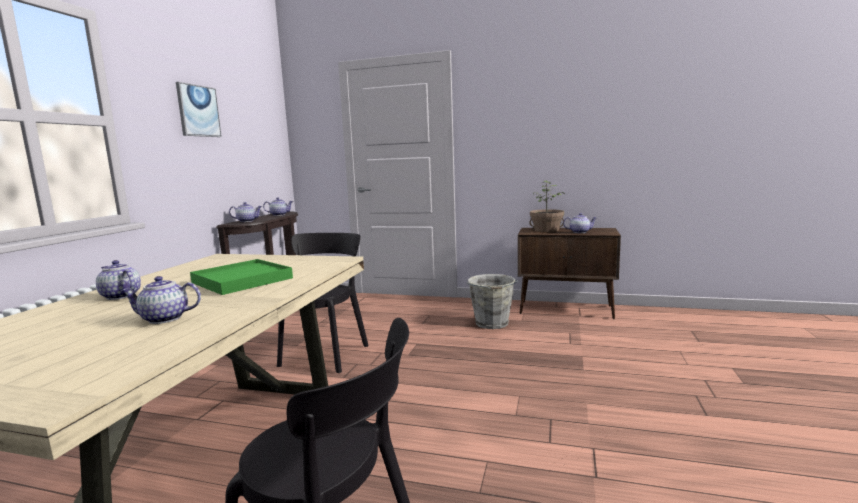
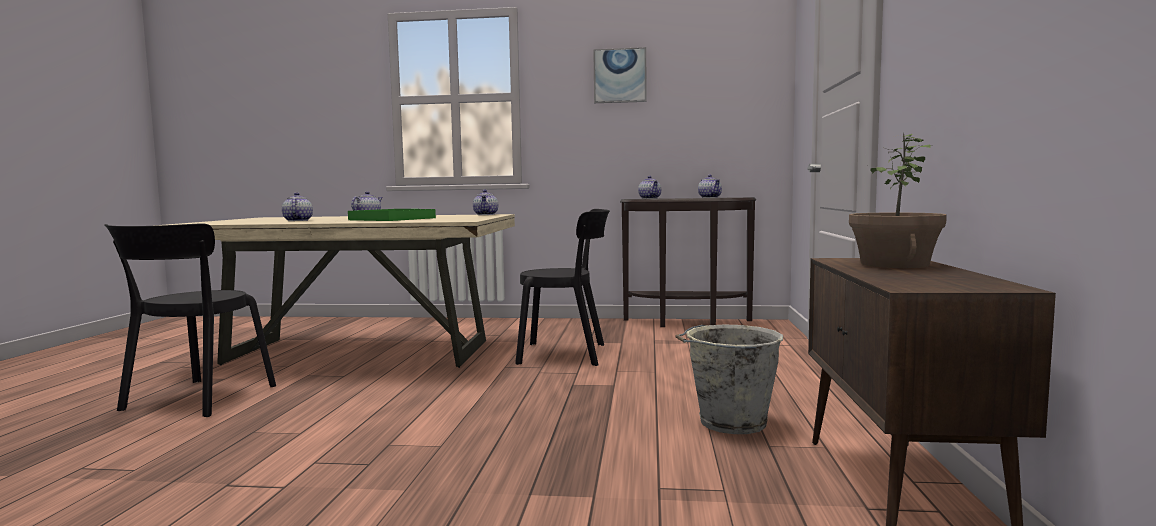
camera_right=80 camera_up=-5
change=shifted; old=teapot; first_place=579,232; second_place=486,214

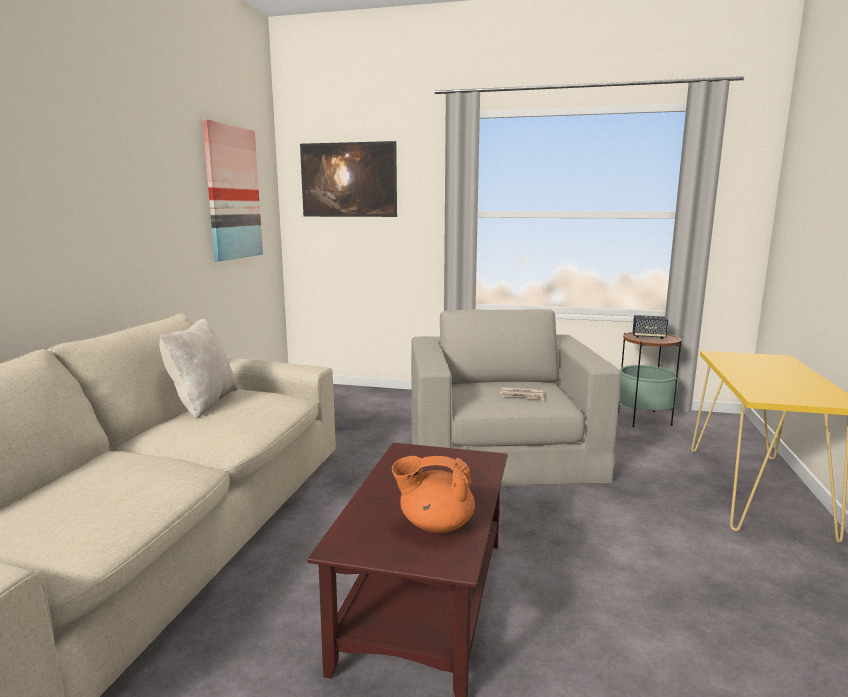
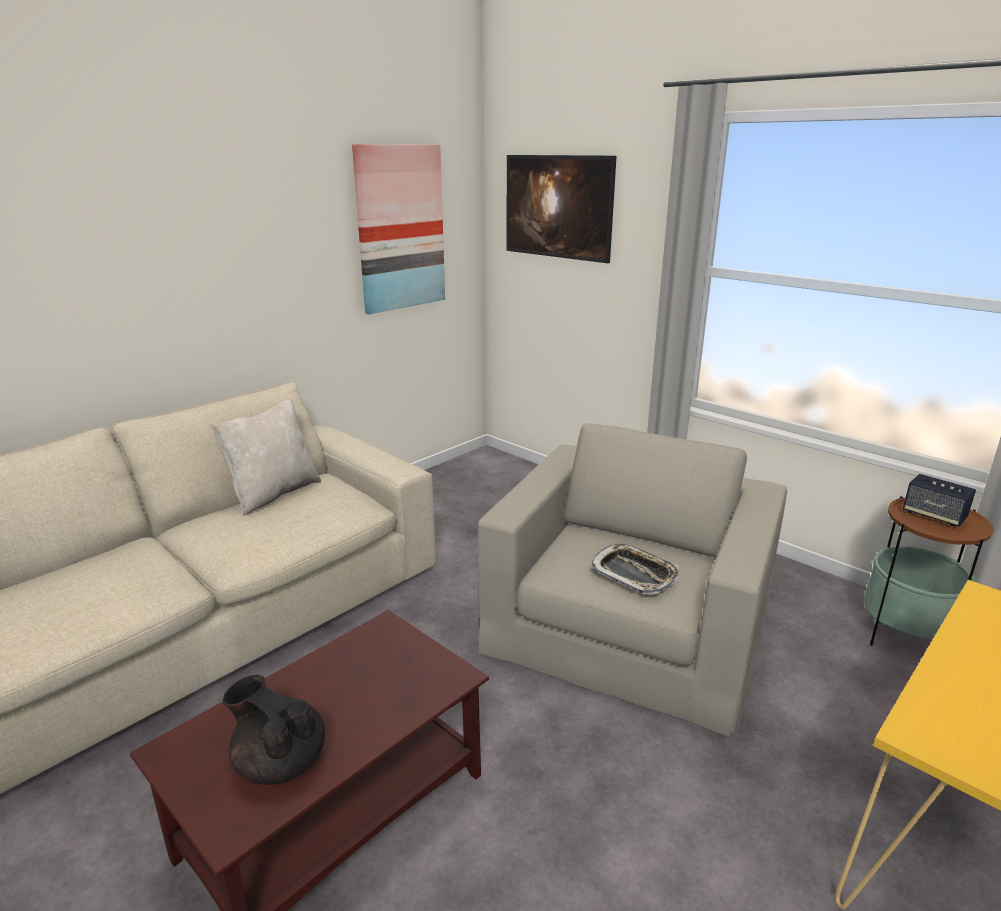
camera_right=30 camera_up=10
change=swapped; old=daily paper; new=tray; first_place=522,395; second_place=634,574
change=repainted; old=teapot (orange); new=teapot (blackish); first_place=435,525; second_place=280,762

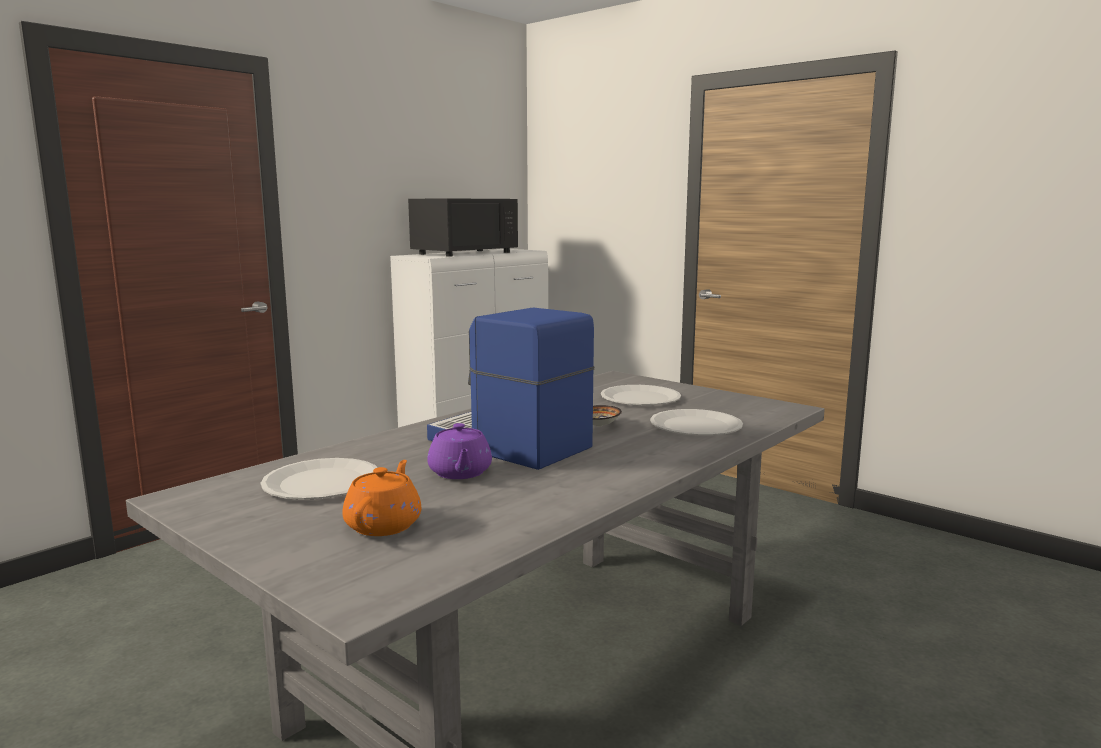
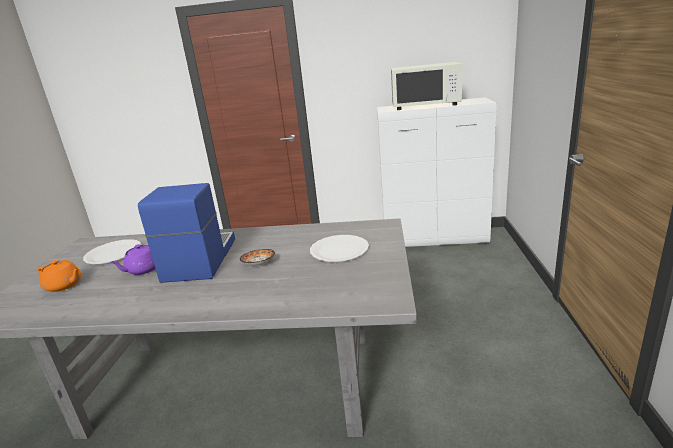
camera_right=55 camera_up=10
change=repainted; old=microwave oven (blackish); new=microwave oven (white-coloured); first_place=465,253; second_place=425,105
change=gone; old=flat dish (white-coloured); first_place=695,426
change=rotated; old=teapot (orange); first_place=384,524; second_place=64,285; degrees=45

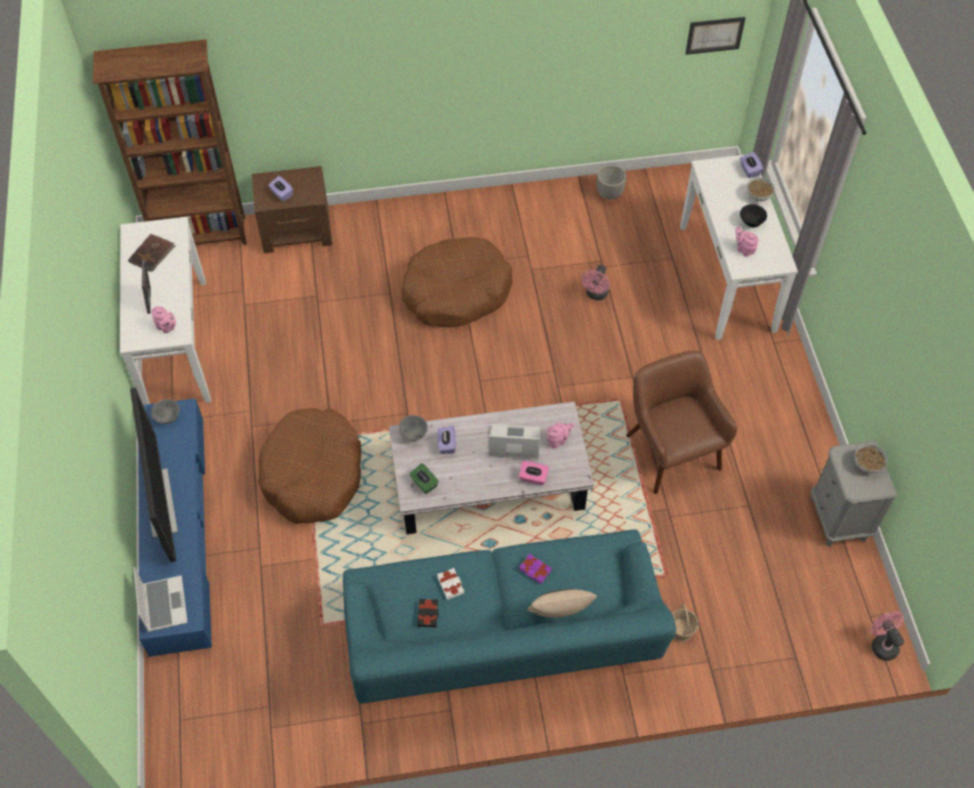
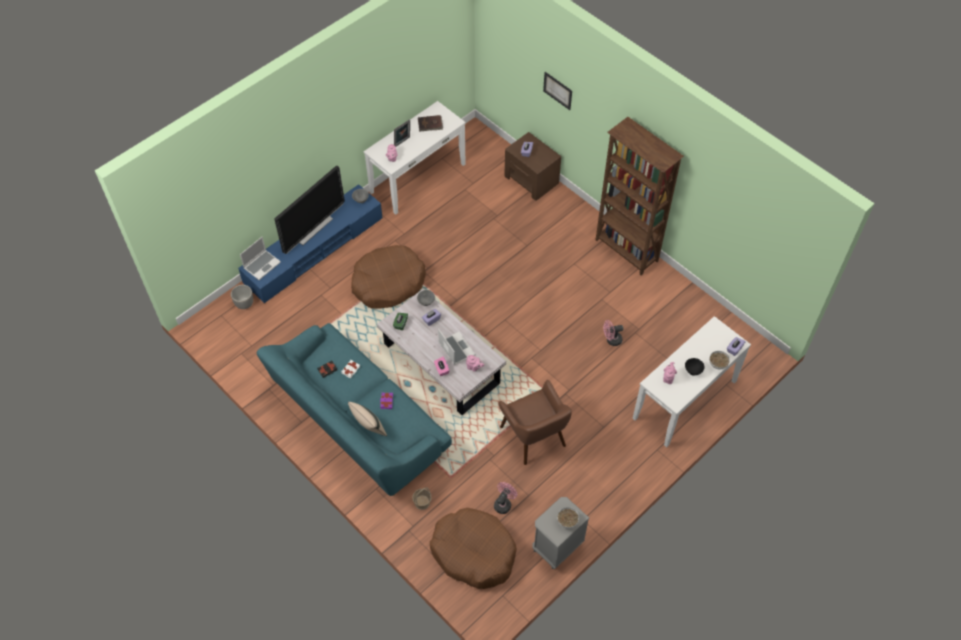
camera_right=55 camera_up=0
change=shifted; old=wall picture; first_place=714,35; second_place=558,90
change=shifted; old=shelving unit (brownish); first_place=201,236; second_place=626,251
change=shifted; old=plant pot; first_place=609,194; second_place=244,304
change=shifted; old=dog cushion (brownish); first_place=456,292; second_place=473,552
change=rotated; old=armchair (brownish); first_place=671,451; second_place=534,437; degrees=120
change=shifted; old=electric fan (pink-coloured); first_place=882,644; second_place=504,503

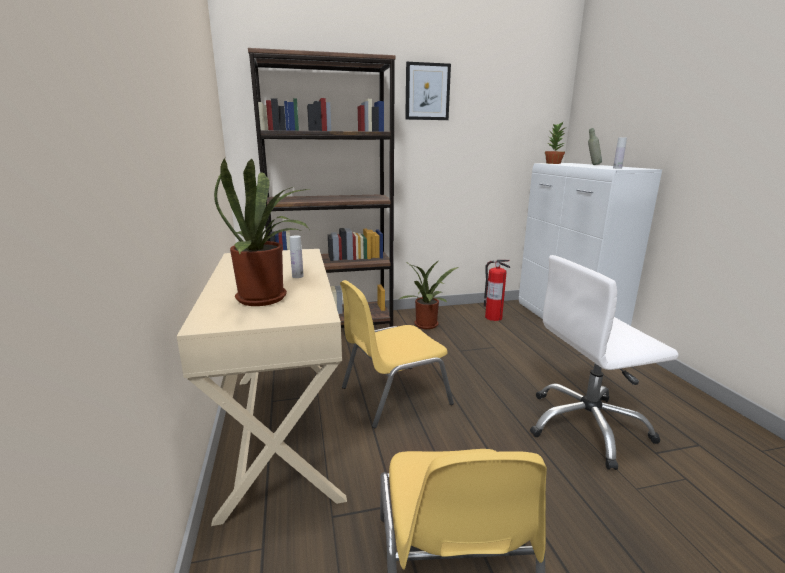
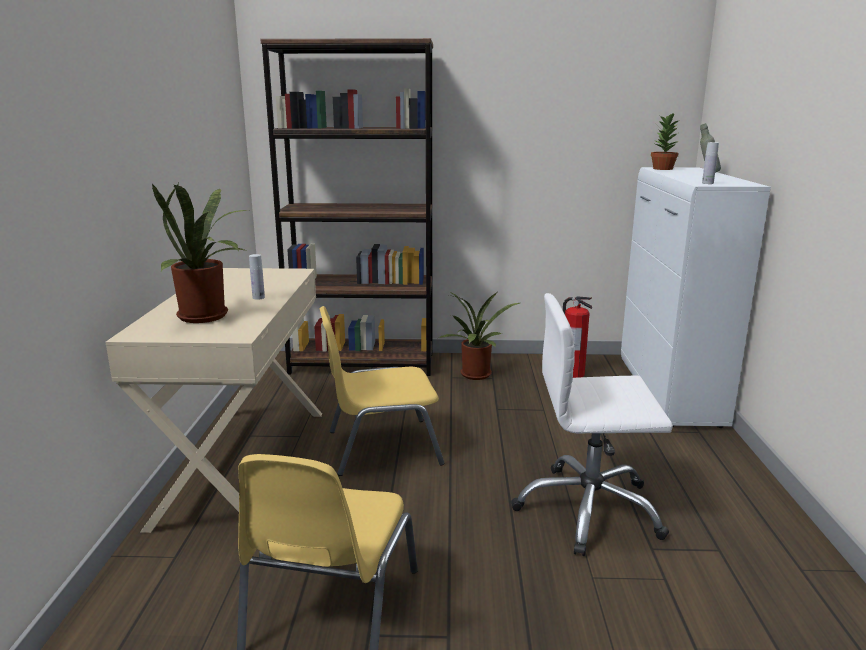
camera_right=15 camera_up=0
change=gone; old=wall picture; first_place=427,92

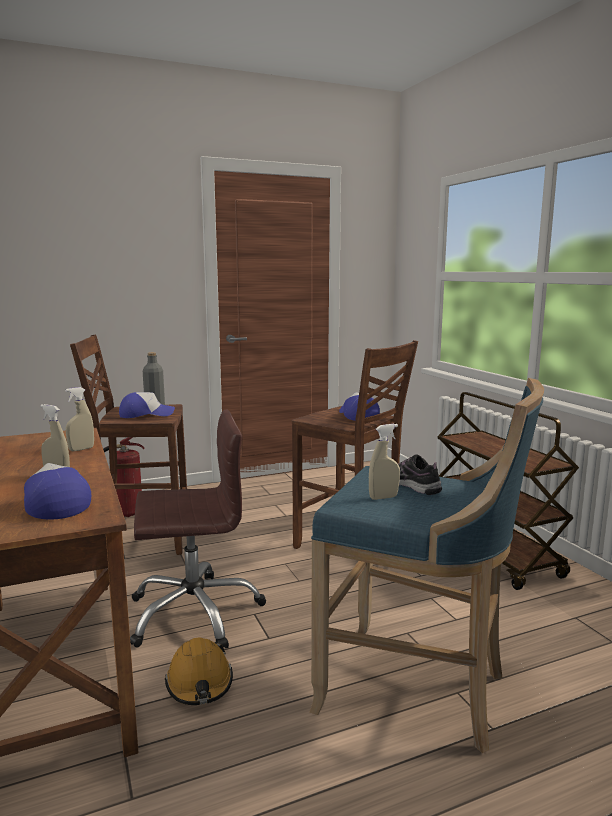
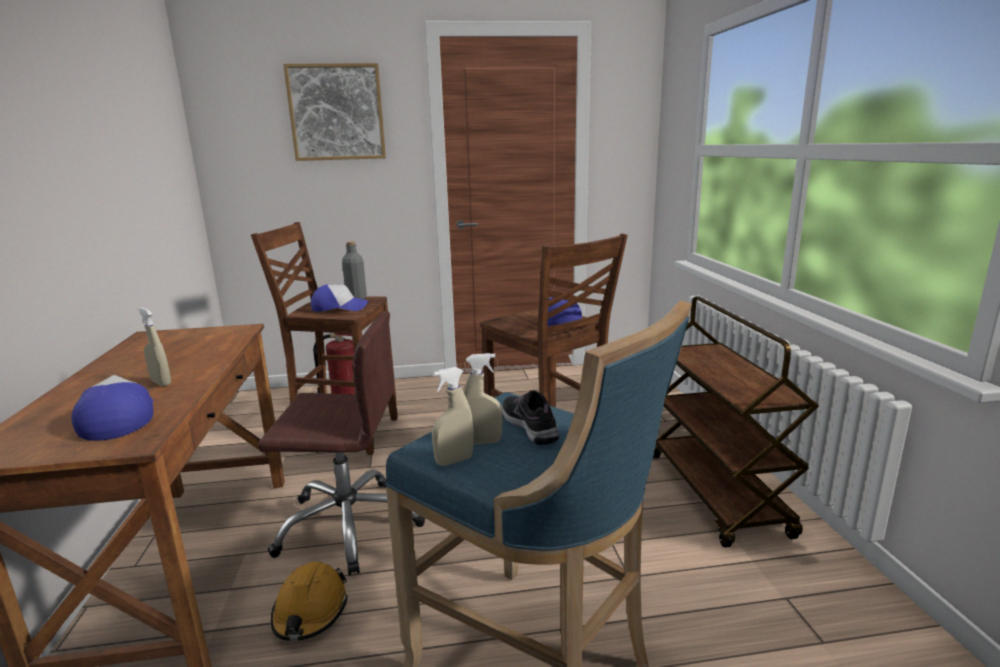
camera_right=15 camera_up=5
change=shifted; old=hand sprayer (beige-coloured); first_place=81,449; second_place=454,461
change=new; new=wall picture; second_place=336,113

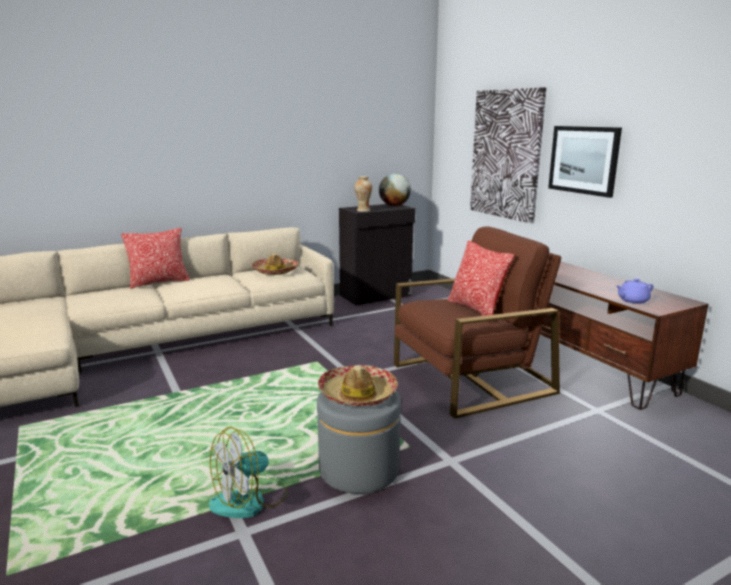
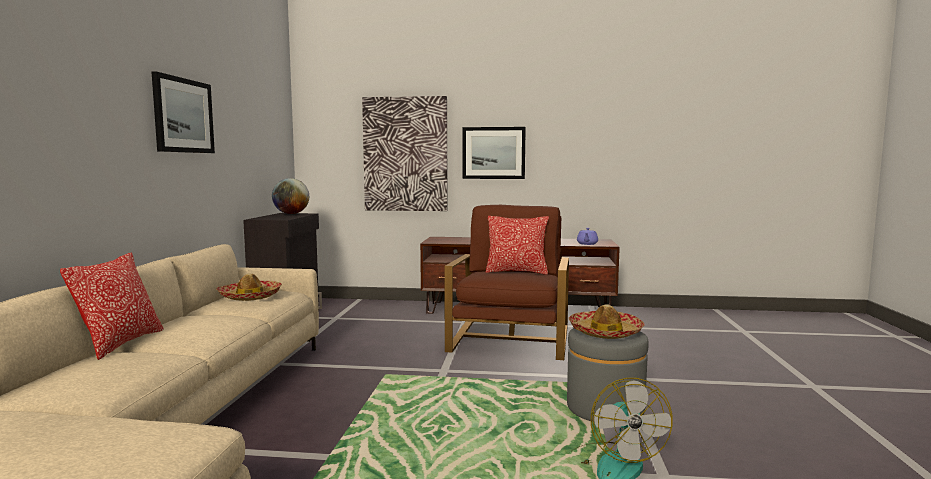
camera_right=-55 camera_up=-10
change=gone; old=vase; first_place=363,210
change=new; new=wall picture; second_place=183,115

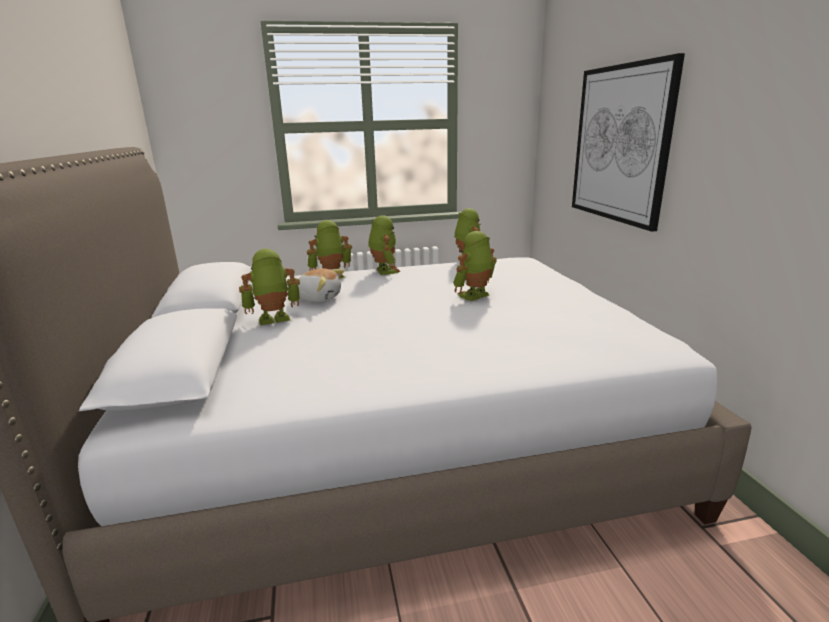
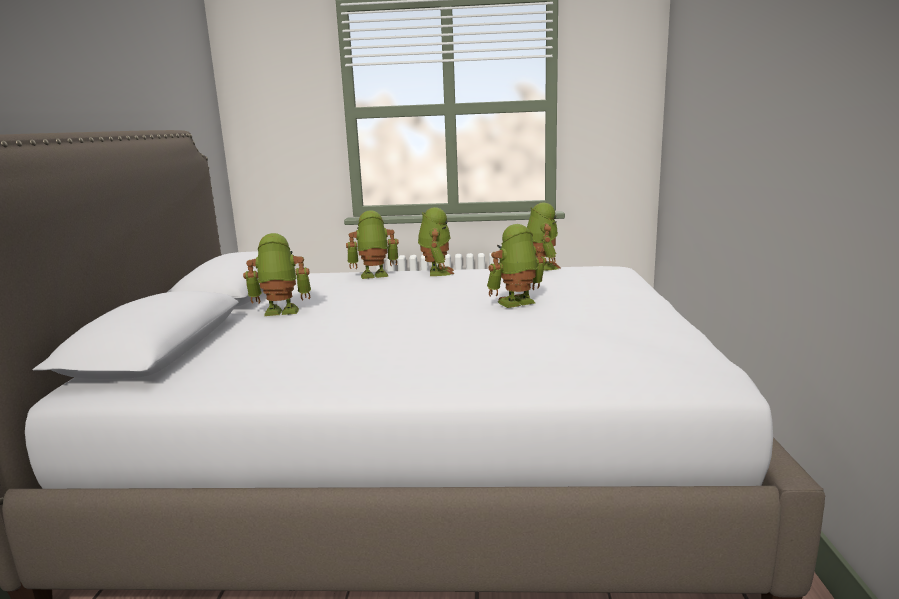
camera_right=15 camera_up=-5
change=gone; old=wall picture; first_place=620,144
change=gone; old=soft toy; first_place=318,298

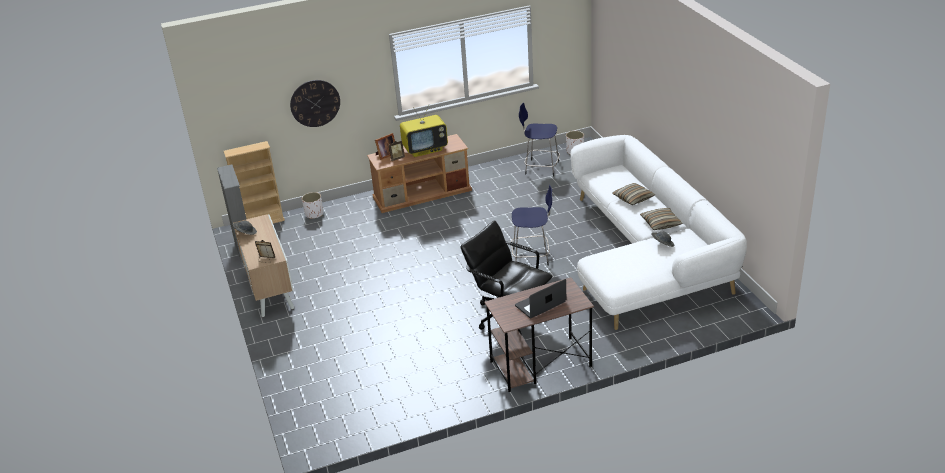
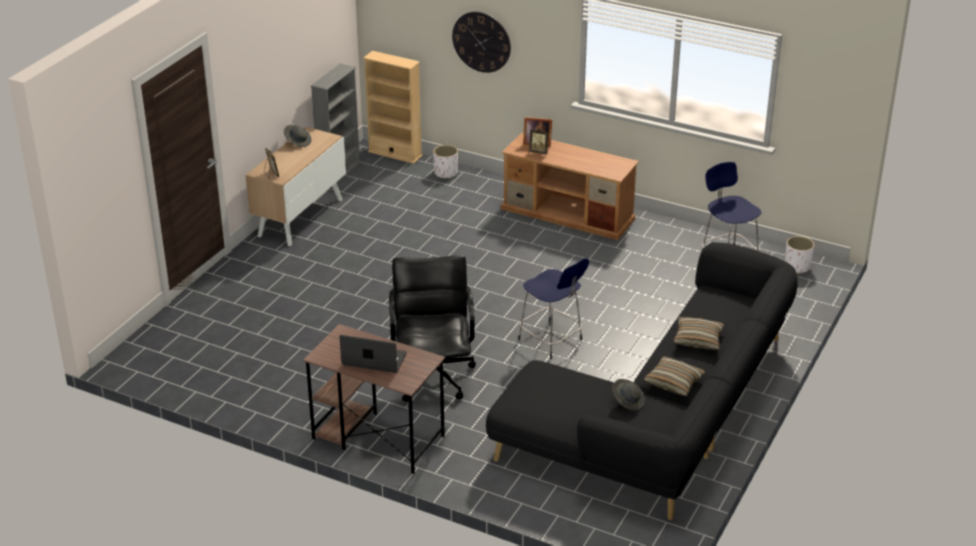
camera_right=45 camera_up=0
change=gone; old=TV; first_place=425,149
change=repainted; old=settee (white-coloured); new=settee (blackish); first_place=647,254; second_place=662,418

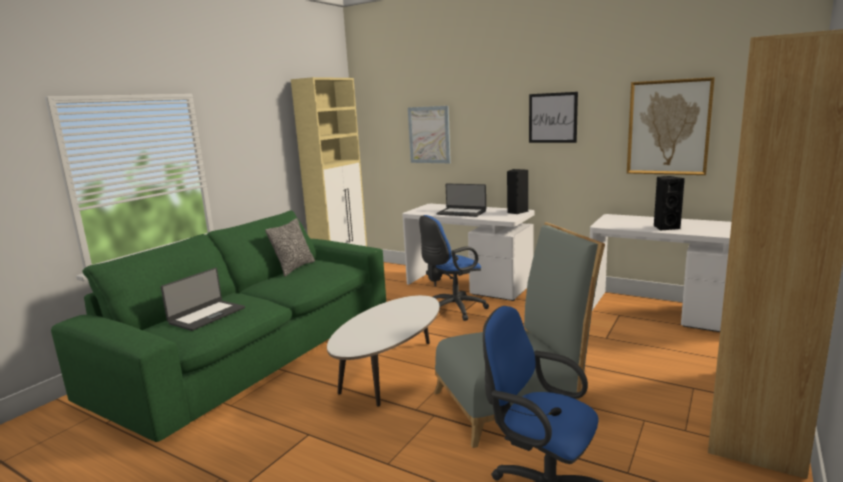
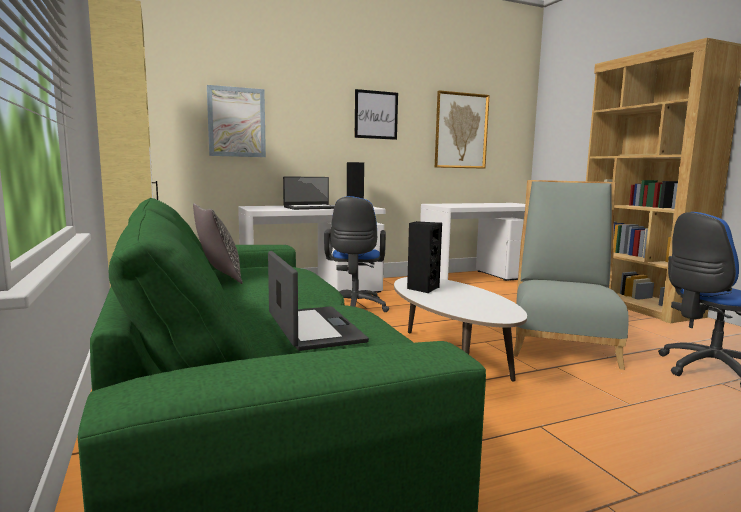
camera_right=-55 camera_up=-5
change=shifted; old=audio speaker (blackish); first_place=665,227; second_place=422,288

